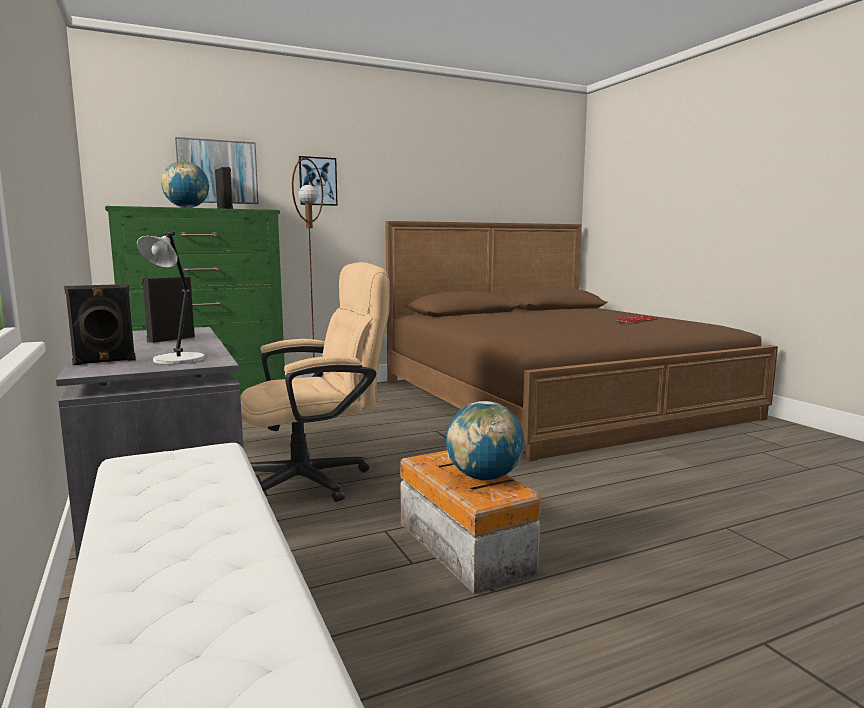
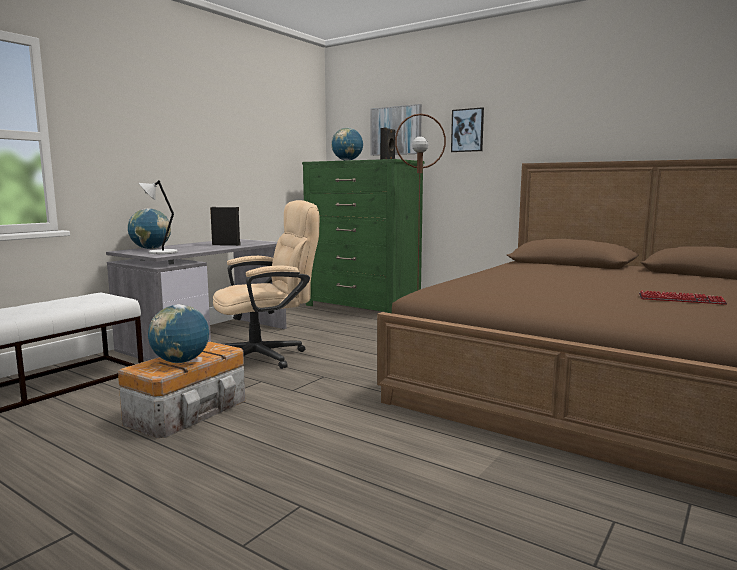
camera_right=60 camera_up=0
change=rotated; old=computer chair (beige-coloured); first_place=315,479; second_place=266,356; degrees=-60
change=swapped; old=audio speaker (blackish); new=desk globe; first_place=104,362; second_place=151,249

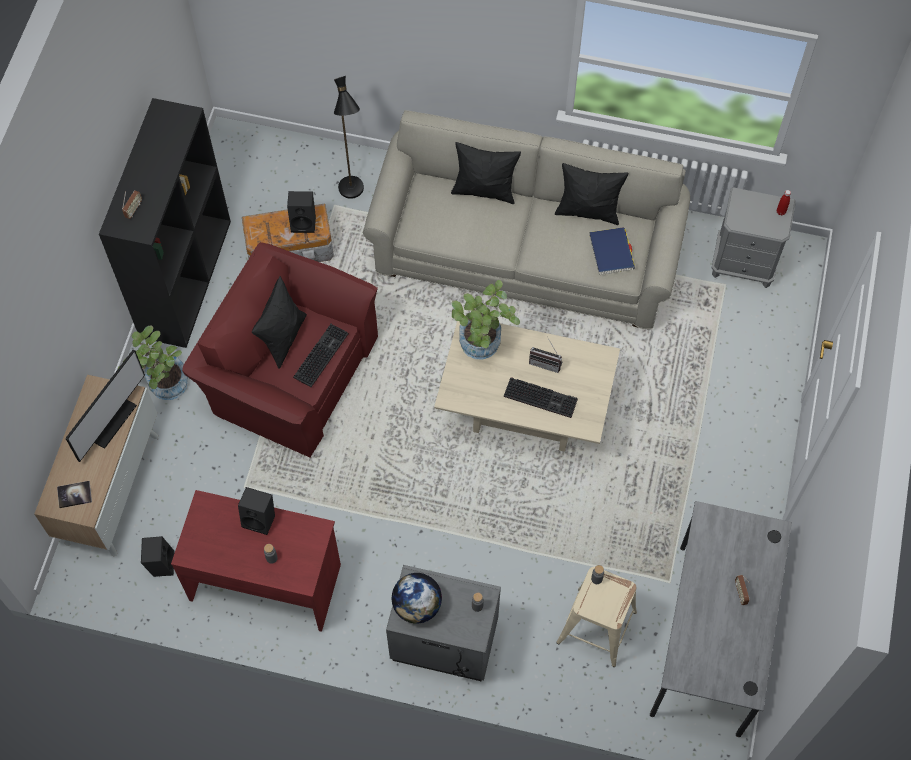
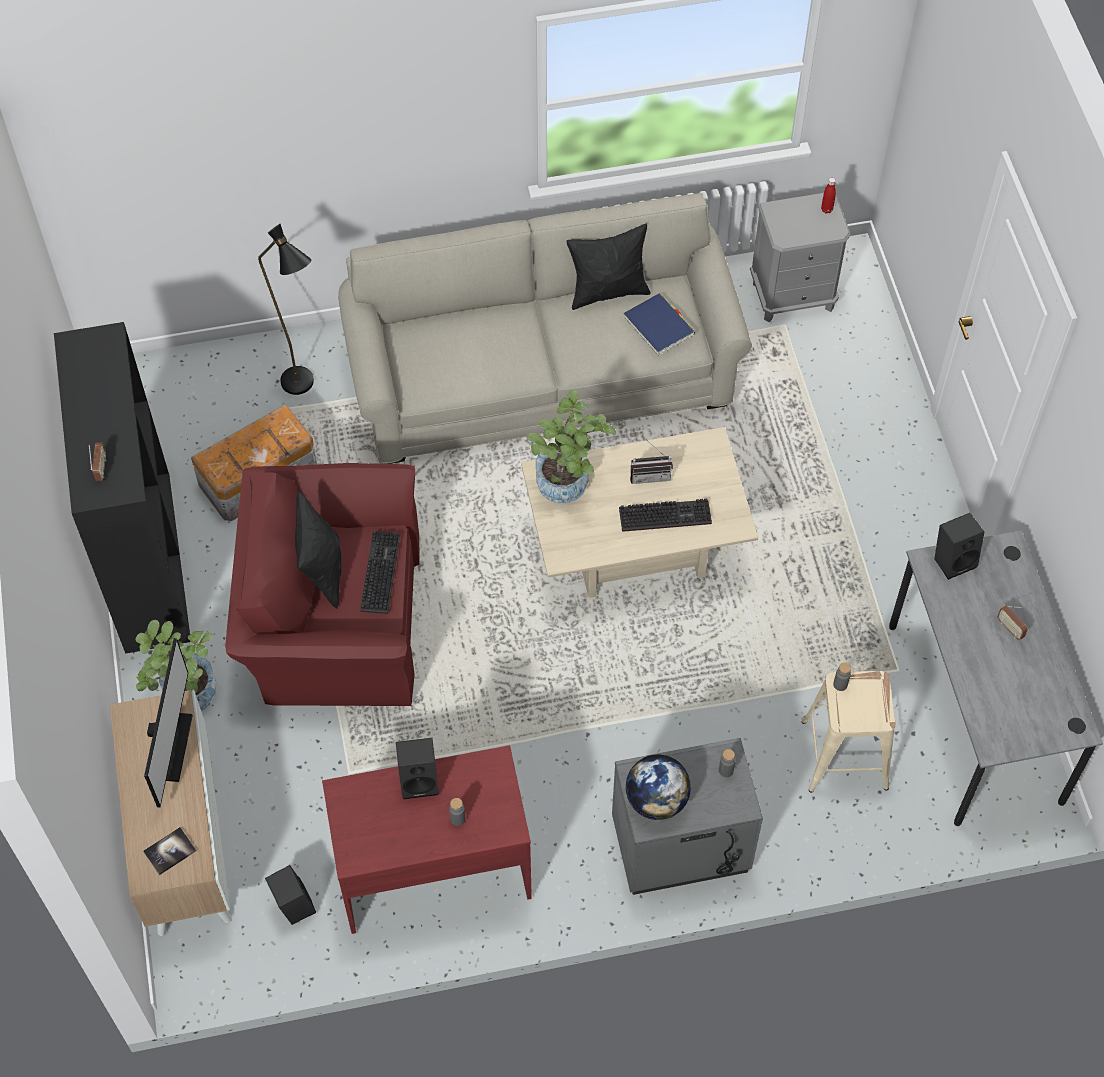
camera_right=-25 camera_up=-5
change=gone; old=throw pillow (blackish); first_place=484,190
change=shifted; old=audio speaker (blackish); first_place=304,222; second_place=954,560

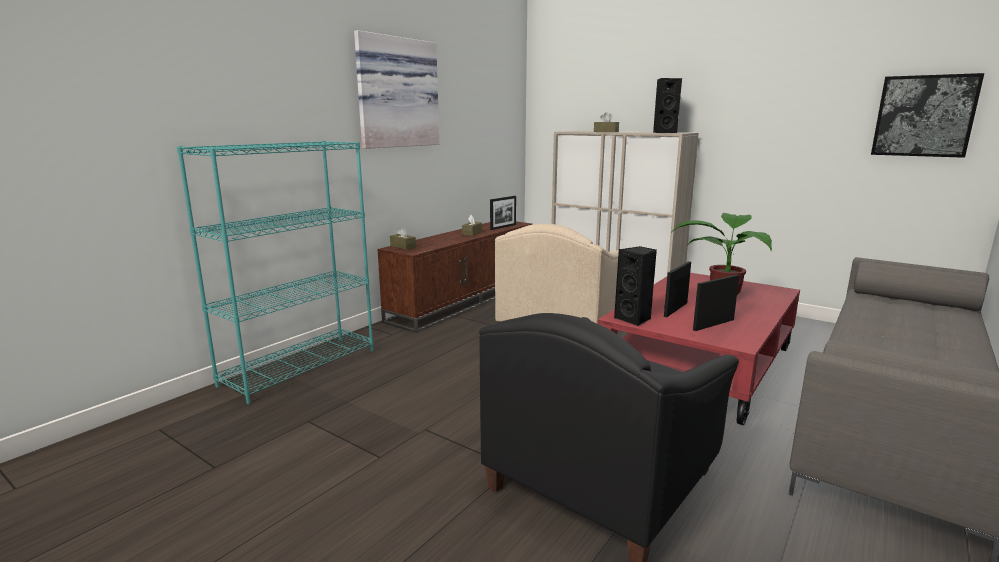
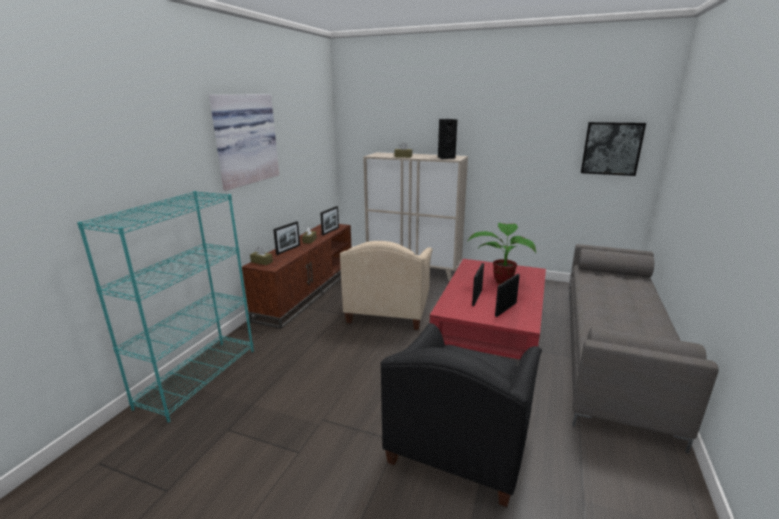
camera_right=-15 camera_up=5
change=gone; old=audio speaker (blackish); first_place=634,319
change=new; new=photo frame; second_place=288,249

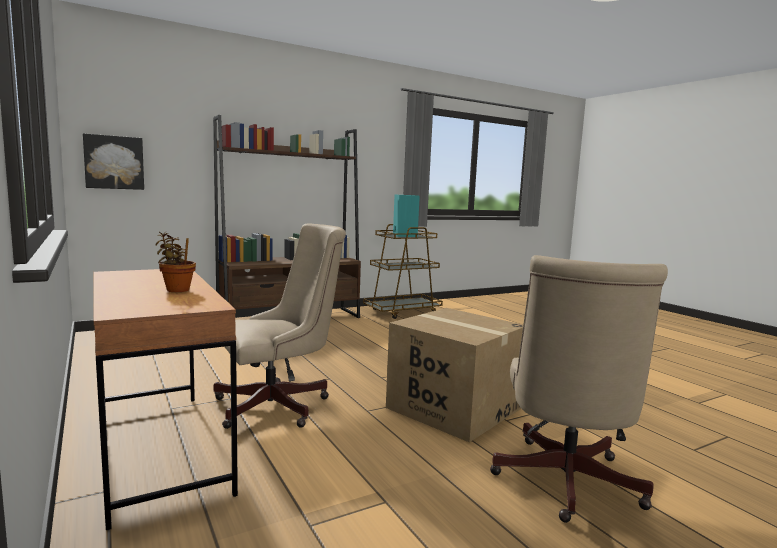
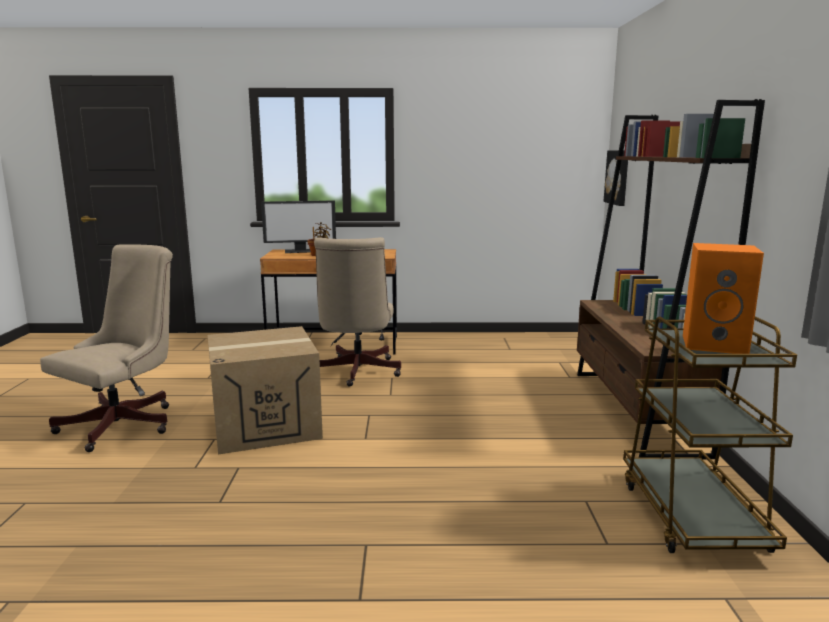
camera_right=120 camera_up=5
change=repainted; old=audio speaker (blue-green); new=audio speaker (orange); first_place=404,235; second_place=716,344
change=rotated; old=computer chair (beige-coloured); first_place=564,484; second_place=125,423; degrees=75
change=new; new=computer screen; second_place=301,251

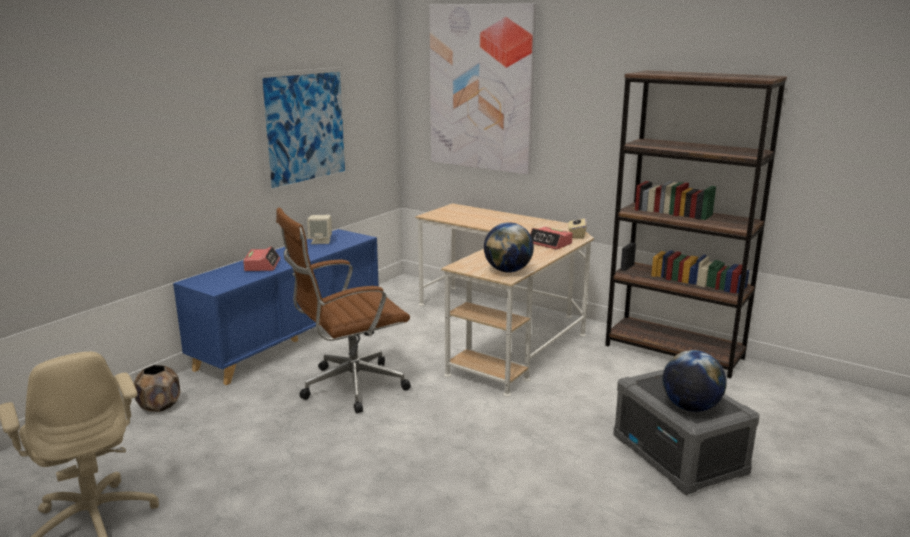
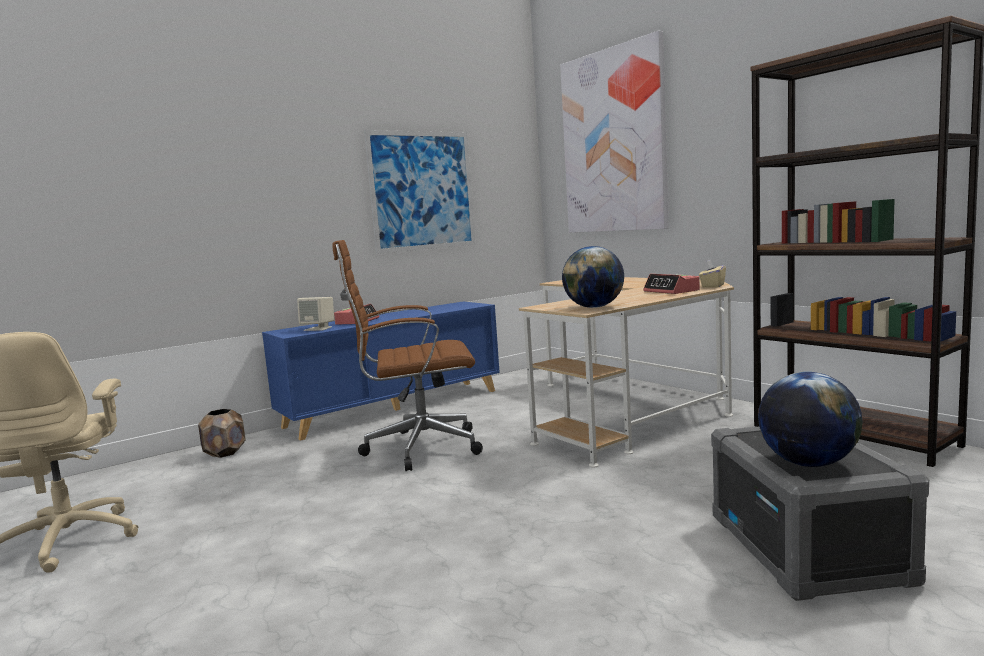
camera_right=20 camera_up=-10
change=shifted; old=audio speaker (beige-coloured); first_place=321,241; second_place=318,328

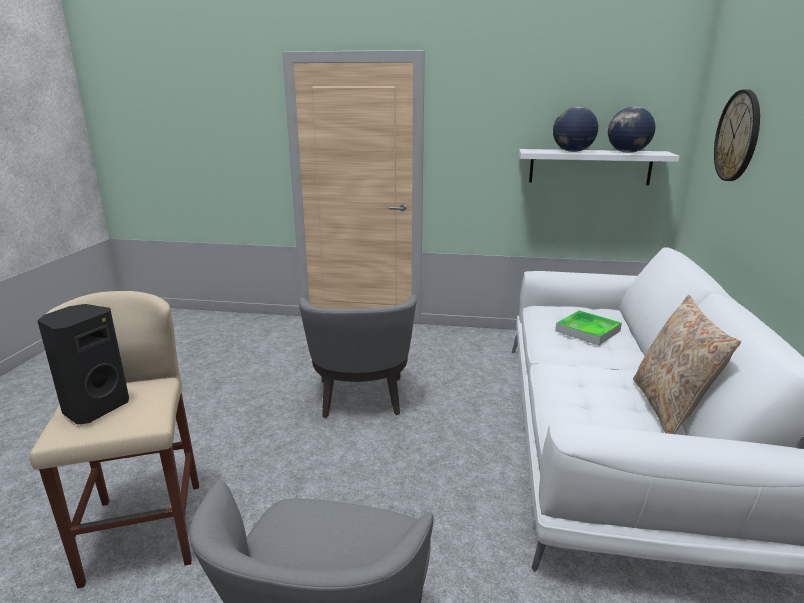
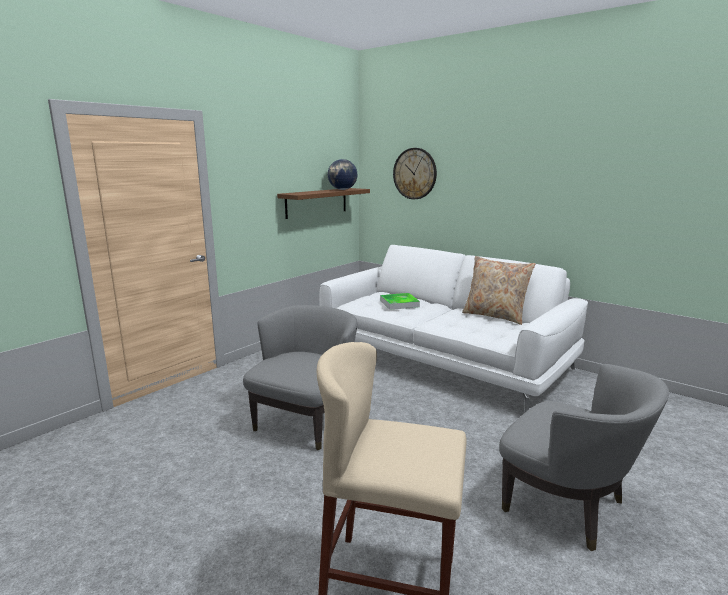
camera_right=-60 camera_up=-5
change=gone; old=desk globe; first_place=572,151
change=repainted; old=wall shelf (white-coloured); new=wall shelf (brownish); first_place=590,167; second_place=316,202
change=rotated; old=armchair (greyish); first_place=361,399; second_place=305,422; degrees=-90
change=gone; old=audio speaker (blackish); first_place=95,408

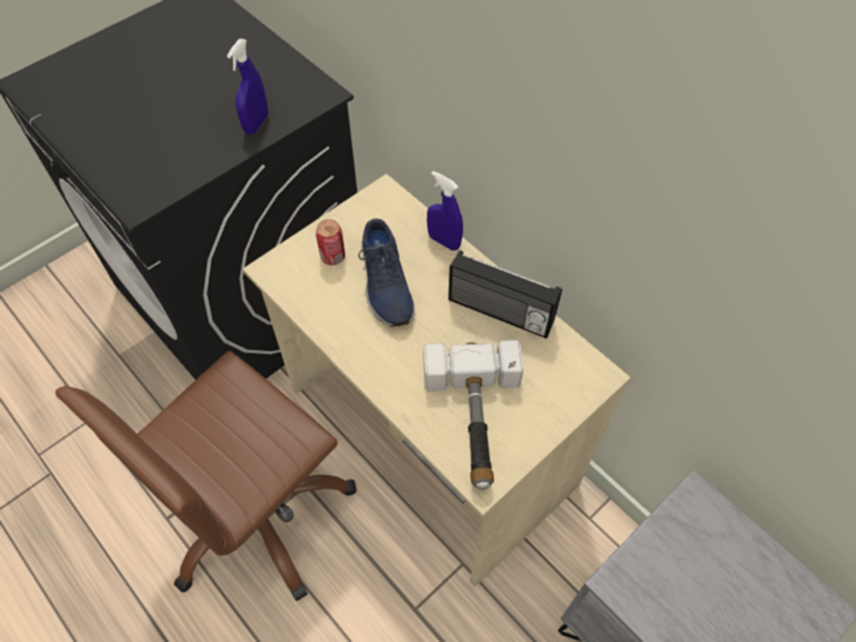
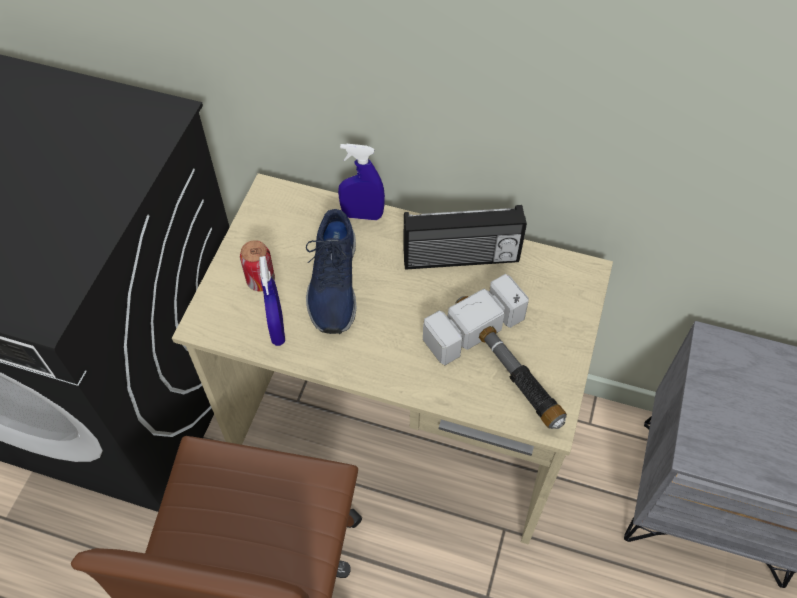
camera_right=-30 camera_up=0
change=shifted; old=hand sprayer (blue-coloured); first_place=256,124; second_place=277,329
change=rotated; old=item of footwear (blue-coloured); first_place=385,284; second_place=333,283; degrees=45

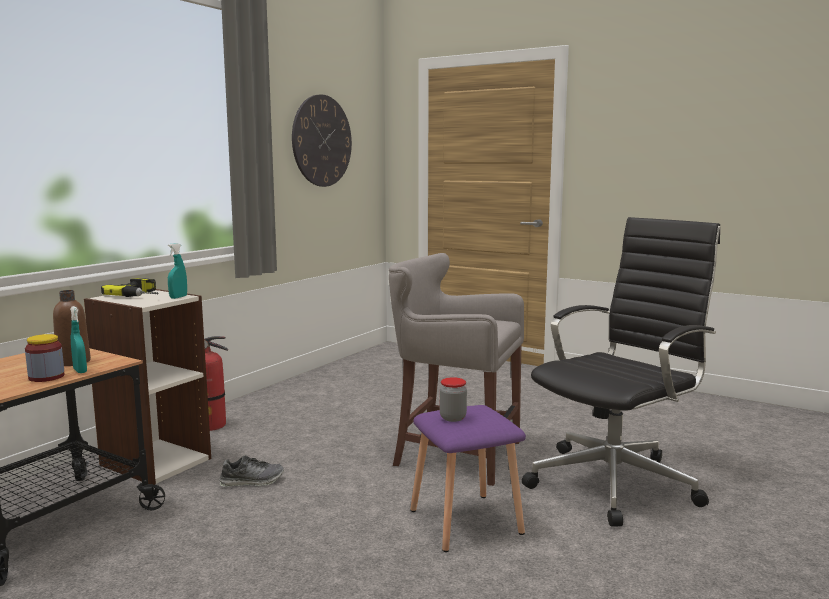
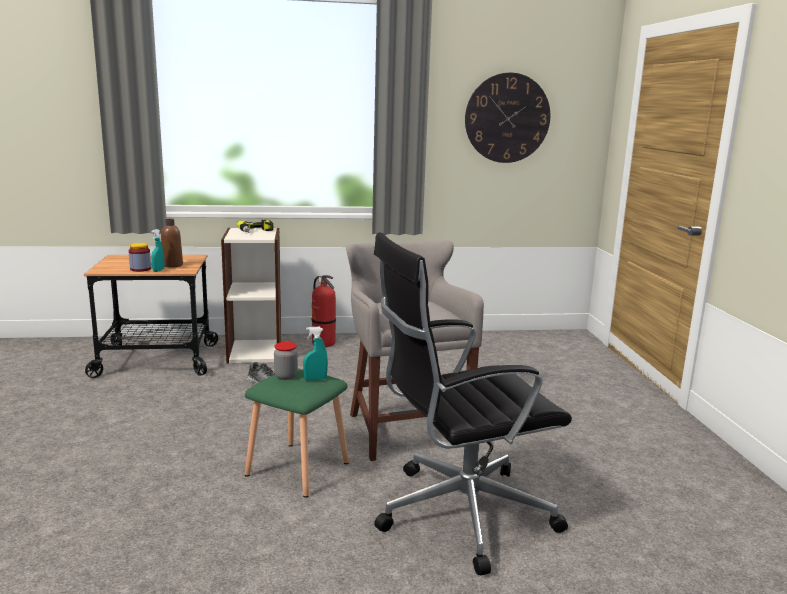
camera_right=50 camera_up=5
change=rotated; old=computer chair (blackish); first_place=616,482; second_place=459,513; degrees=150
change=shifted; old=hand sprayer (blue-green); first_place=178,297; second_place=315,379
change=repainted; old=stool (purple-coloured); new=stool (green); first_place=466,521; second_place=299,469

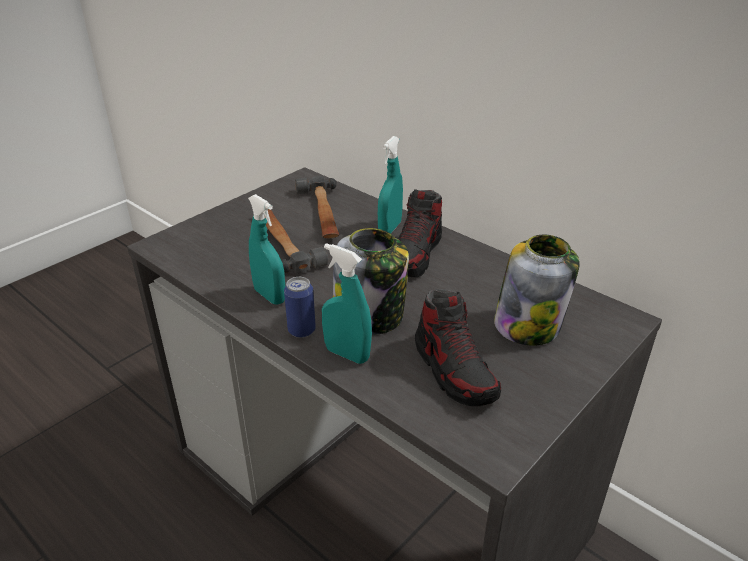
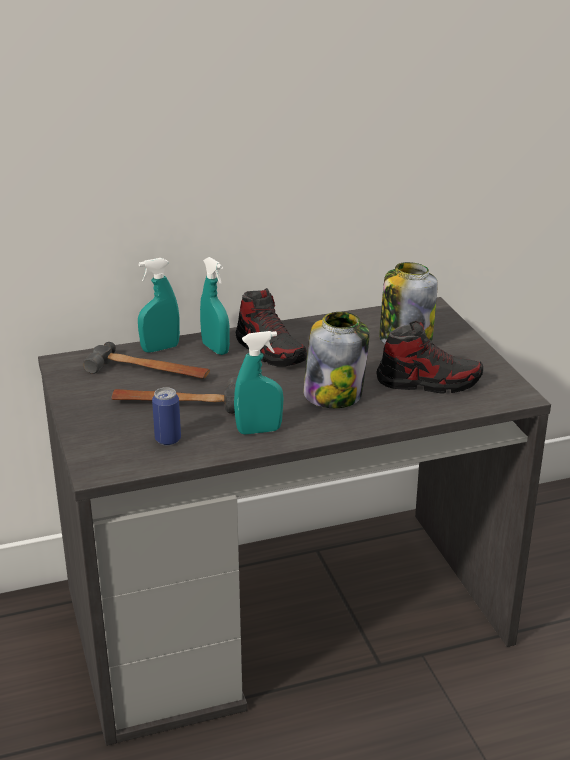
camera_right=-60 camera_up=-5
change=shifted; old=hand sprayer (blue-green); first_place=347,354; second_place=160,348
change=shifted; old=sealed can; first_place=301,330; second_place=168,439

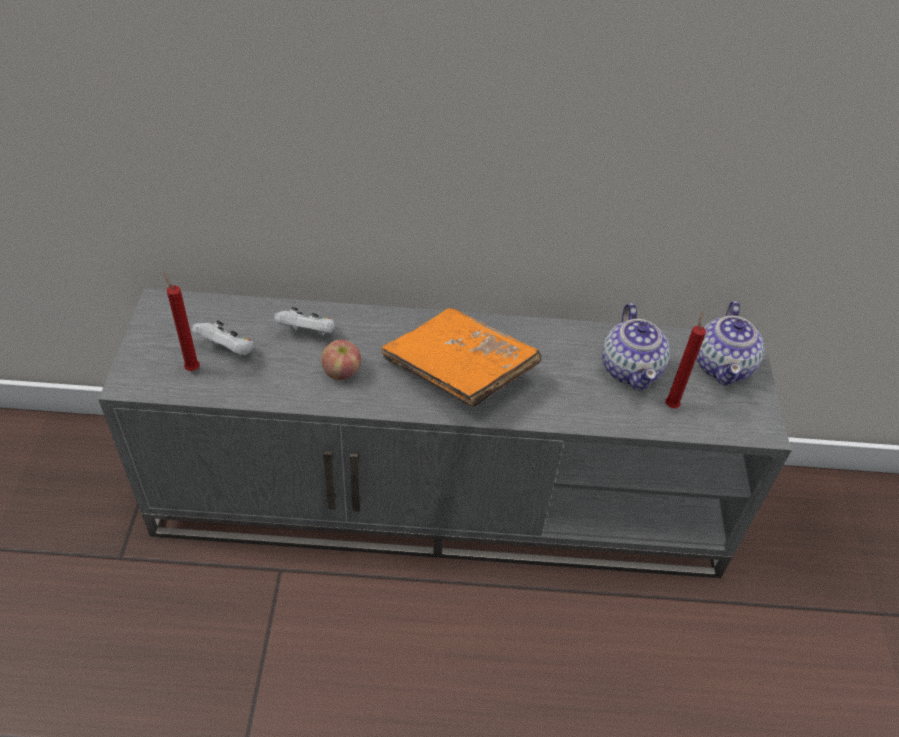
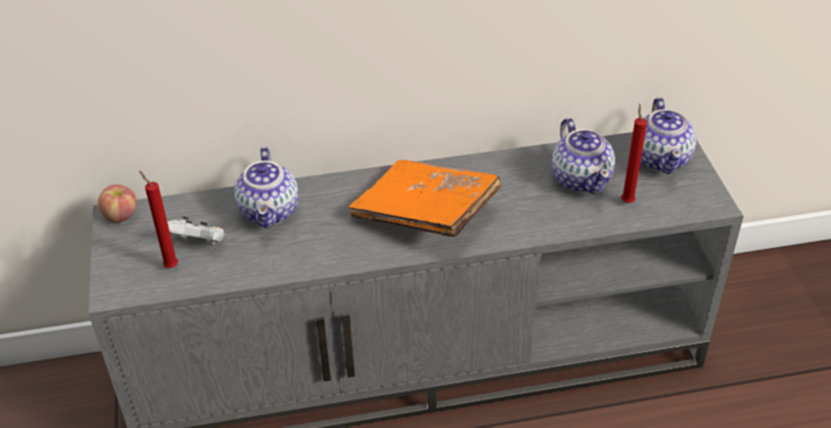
camera_right=-10 camera_up=-5
change=swapped; old=joypad (white-coloured); new=teapot; first_place=308,333; second_place=271,212
change=shifted; old=whole apple; first_place=341,372; second_place=121,215

